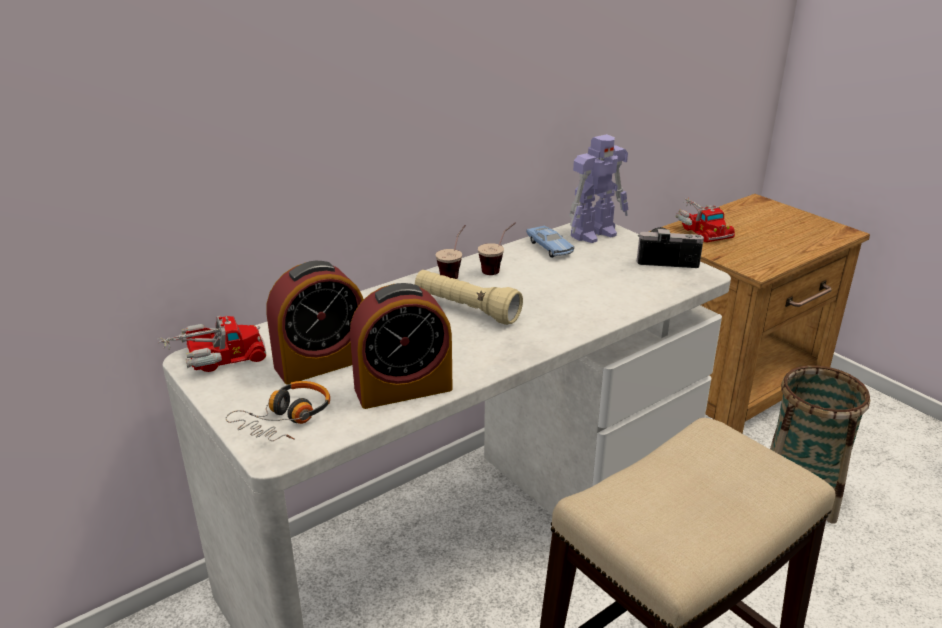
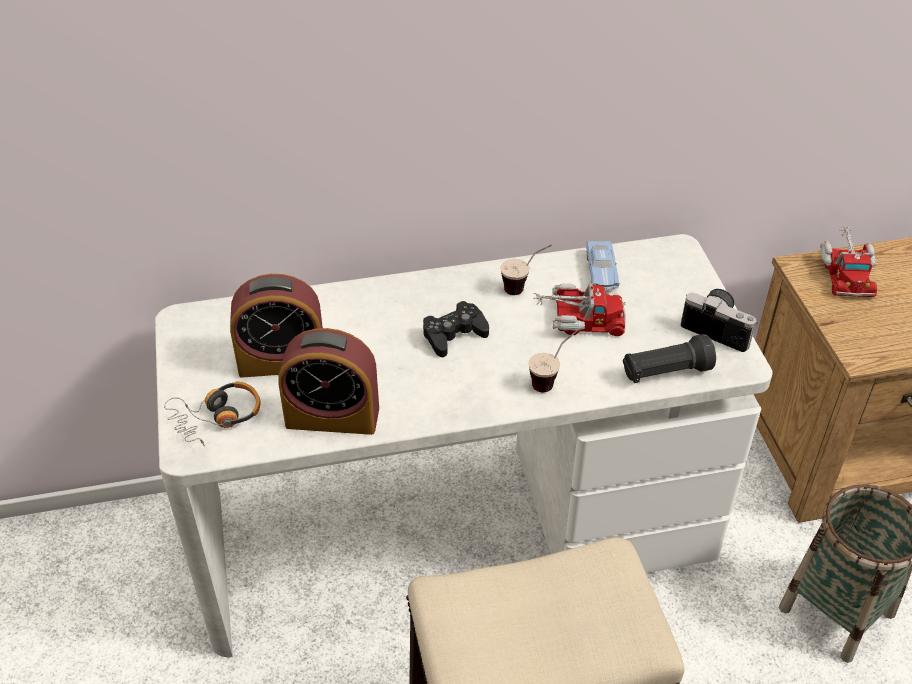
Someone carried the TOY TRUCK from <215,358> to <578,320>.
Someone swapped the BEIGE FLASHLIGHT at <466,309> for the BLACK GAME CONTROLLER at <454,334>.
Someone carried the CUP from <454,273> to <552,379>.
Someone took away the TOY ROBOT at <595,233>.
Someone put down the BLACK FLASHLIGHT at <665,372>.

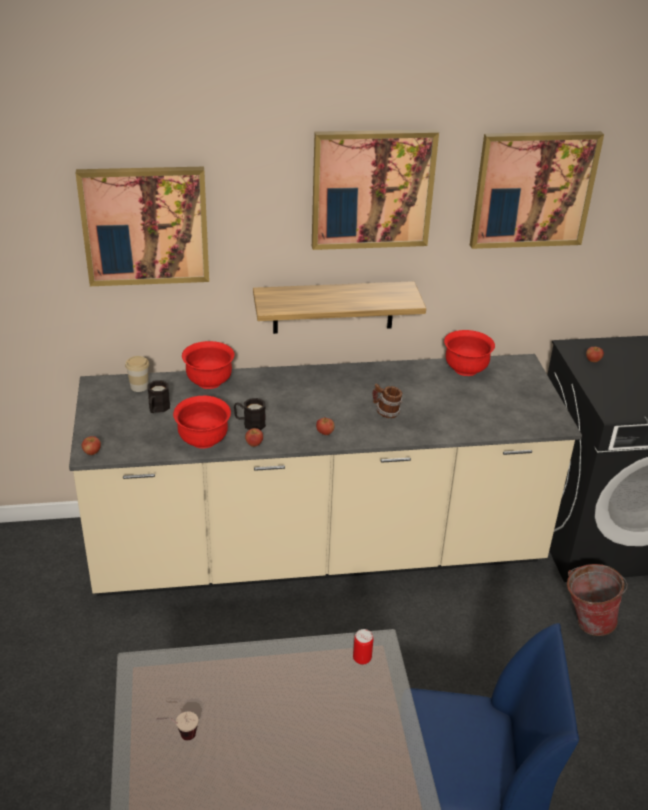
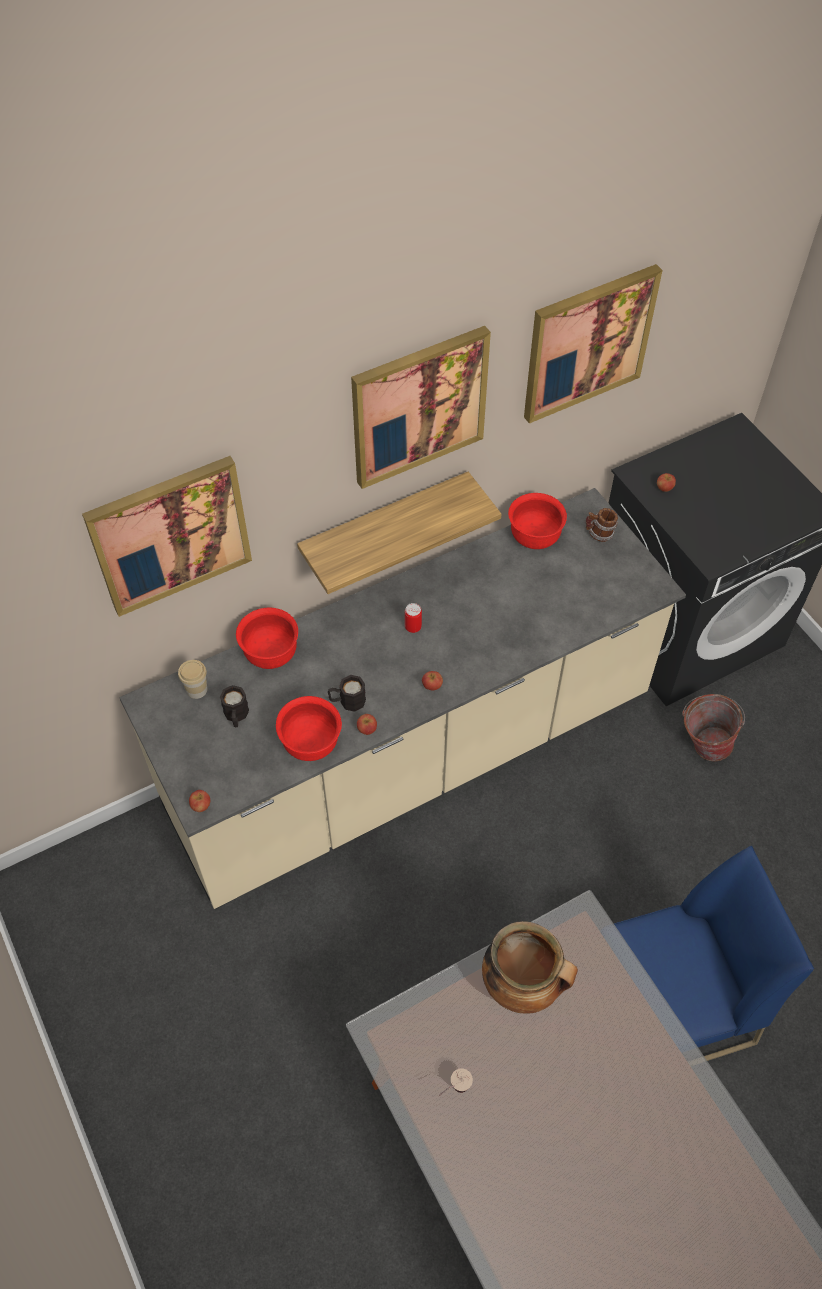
Someone carried the CAN from <362,658> to <413,627>.
Someone carried the MUG from <386,412> to <599,534>.
Someone put down the COOKING POT at <522,985>.

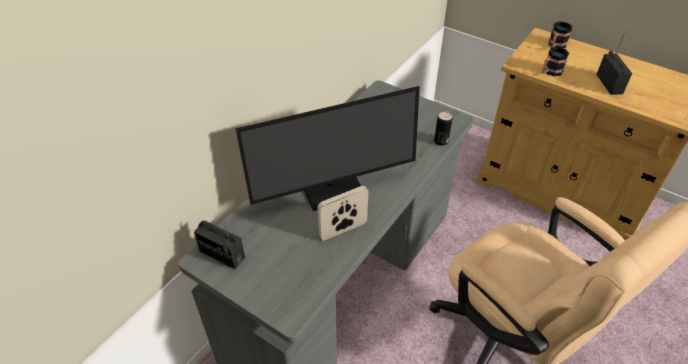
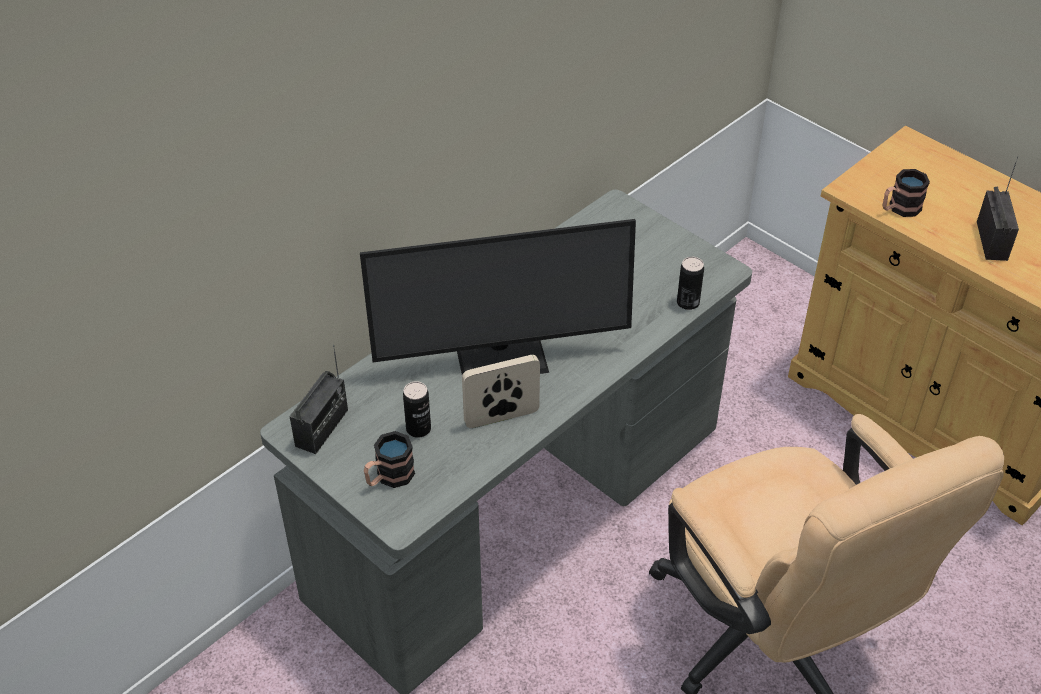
Someone rotated the RADIO at <222,254> by 105 degrees counterclockwise.
Someone carried the MUG from <555,46> to <389,477>.
Someone put down the CAN at <418,429>.

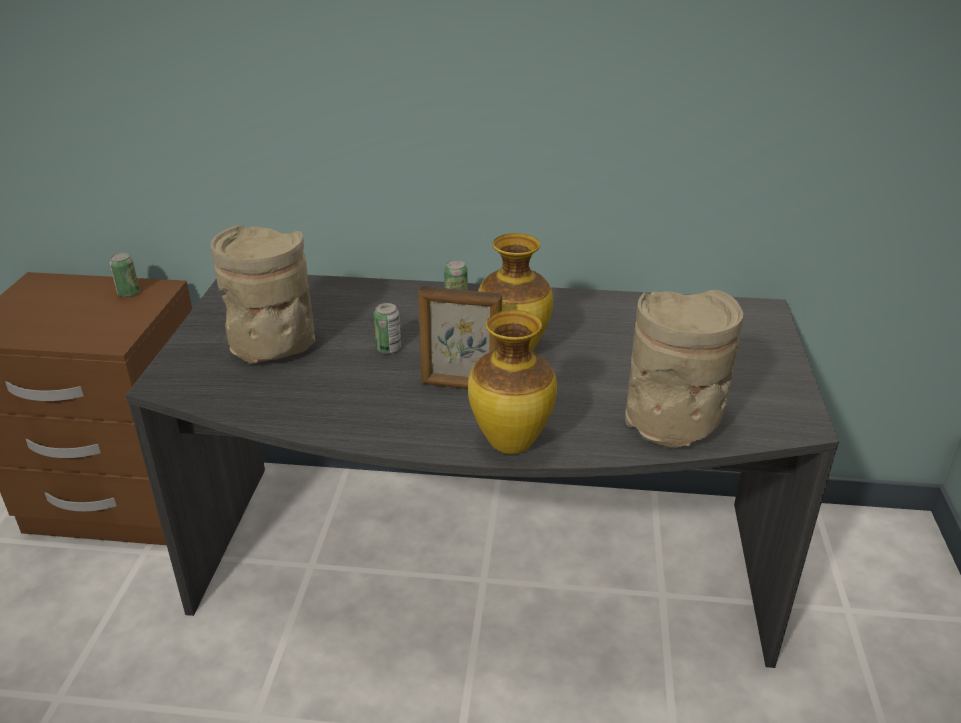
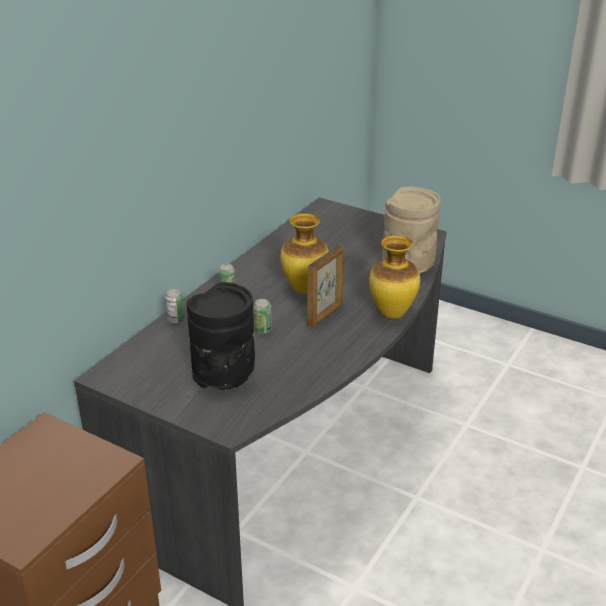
Someone carried the CAN from <128,293> to <176,320>.
Someone repainted the BEIGE VASE at <272,350>, which became the BLACK VASE at <224,375>.

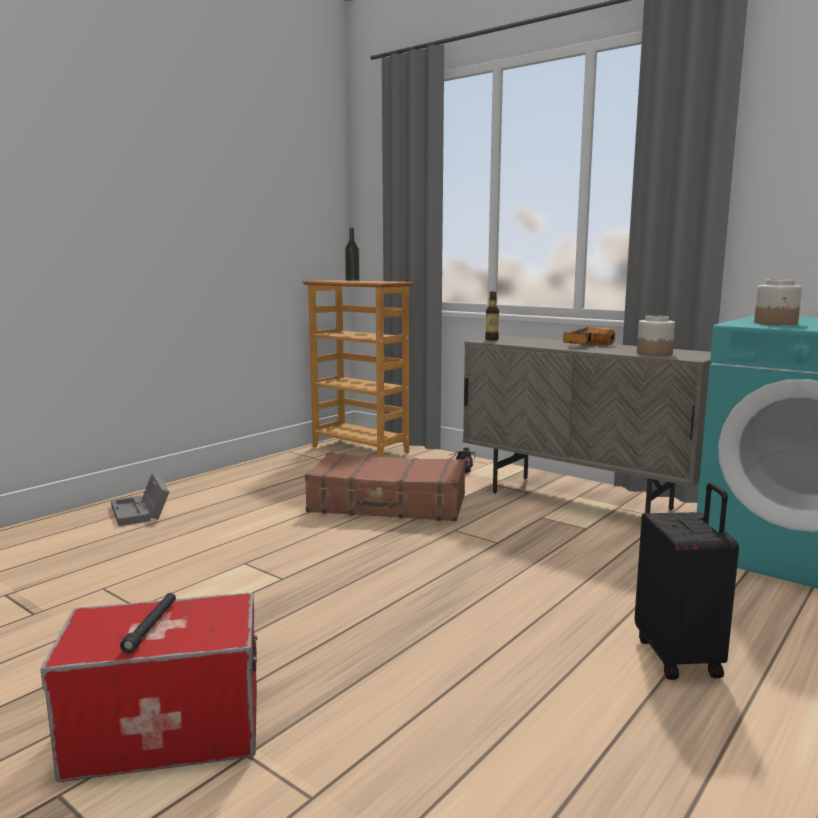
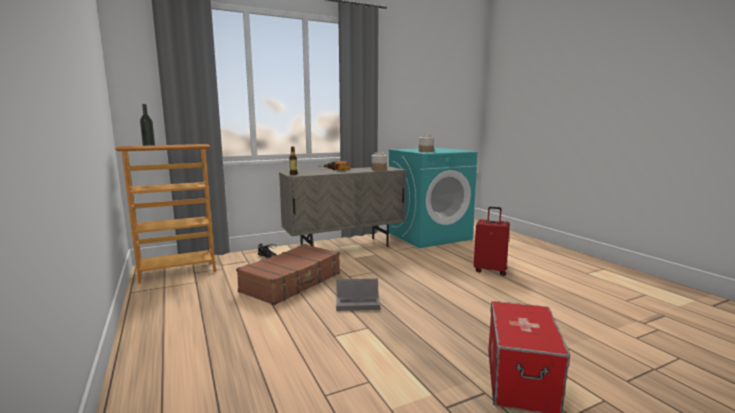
Someone carried the GREY STORAGE BOX from <141,512> to <359,302>.
Someone took away the BLACK FLASHLIGHT at <151,627>.
Someone repainted the BLACK SUITCASE at <680,657>, which became the RED SUITCASE at <490,270>.

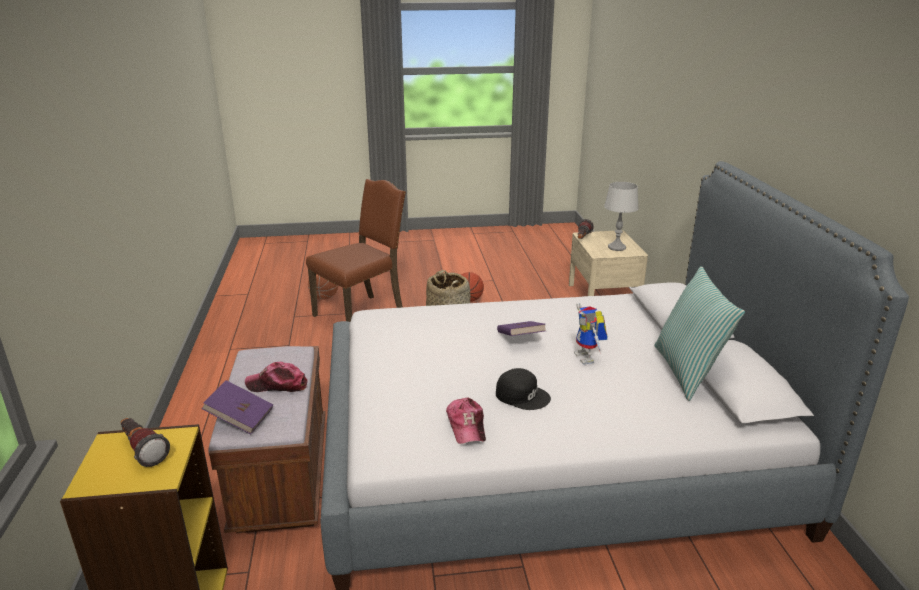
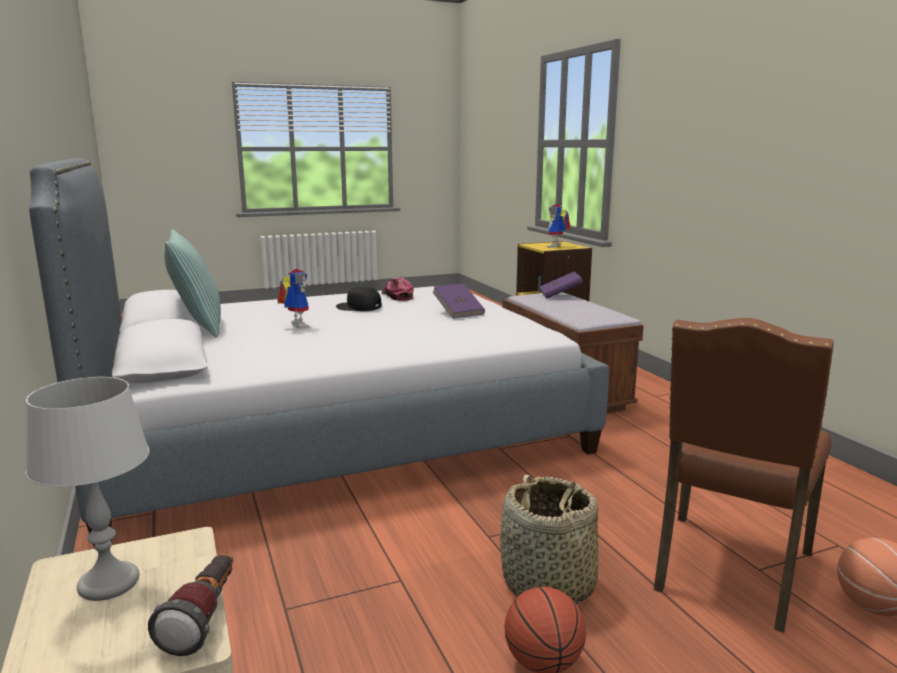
Someone swapped the FLASHLIGHT at <142,450> for the TOY ROBOT at <556,246>.
Someone took away the CAP at <277,385>.
Someone carried the PURPLE BOOK from <520,339> to <458,312>.

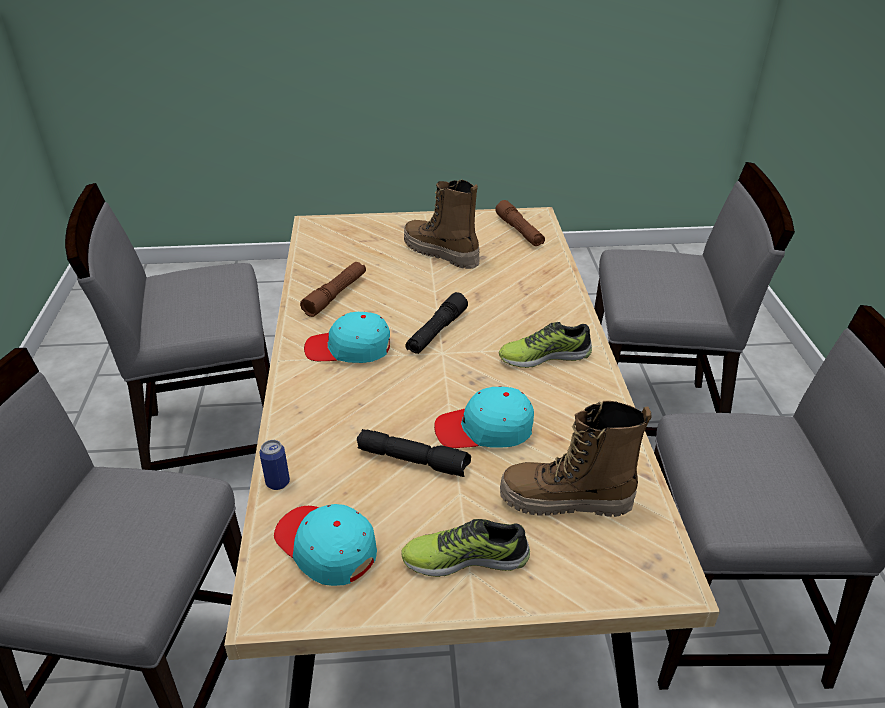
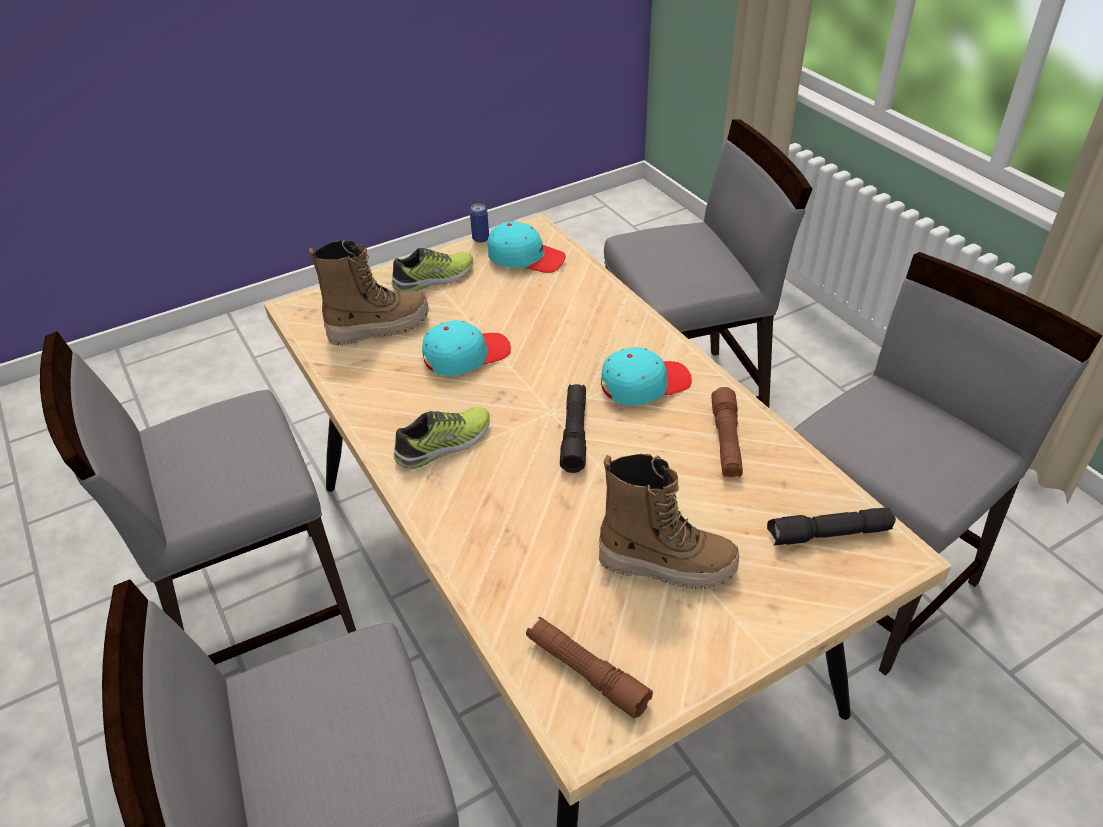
Someone carried the CAN from <277,482> to <480,239>.
Someone carried the BLACK FLASHLIGHT from <414,460> to <828,535>.

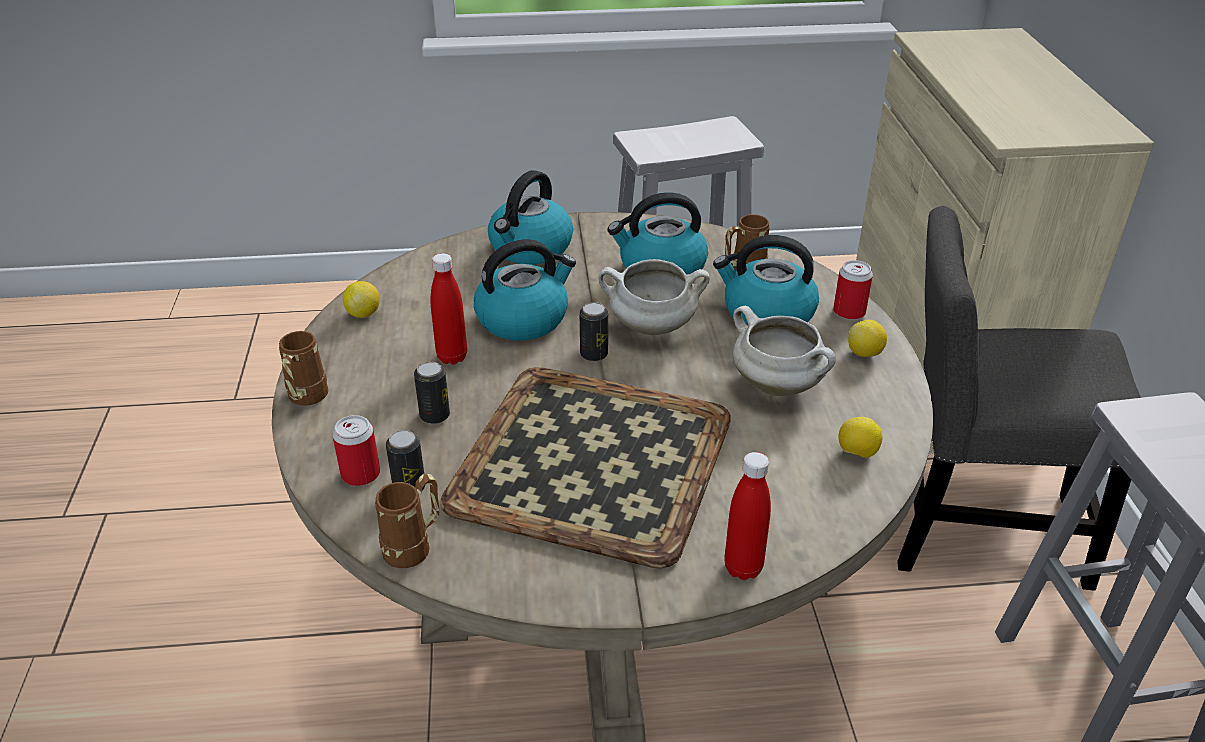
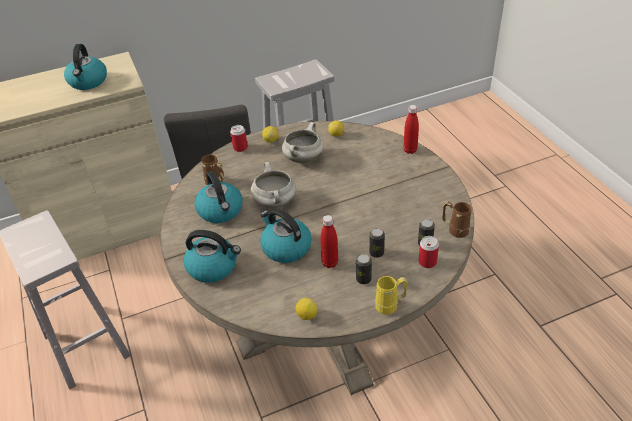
Someone repainted the BROWN MUG at <305,399>, which became the YELLOW MUG at <390,305>.
Someone took away the TRAY at <589,462>.
Someone carried the CAN from <594,354> to <363,279>.
Someone carried the KETTLE from <766,314> to <88,82>.

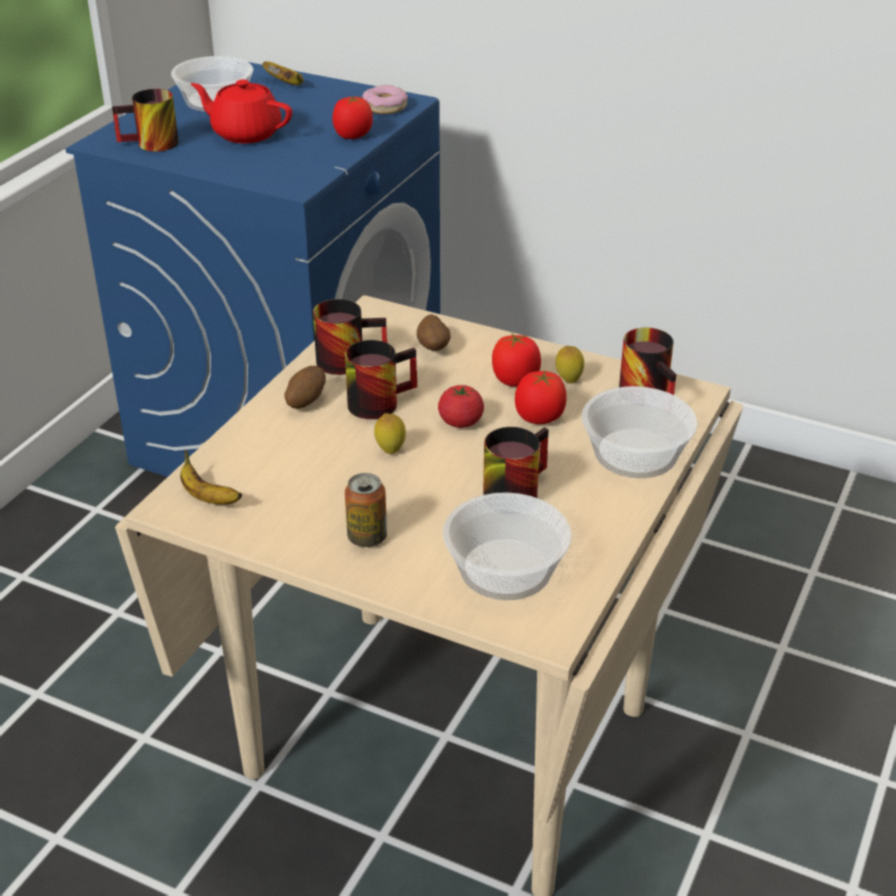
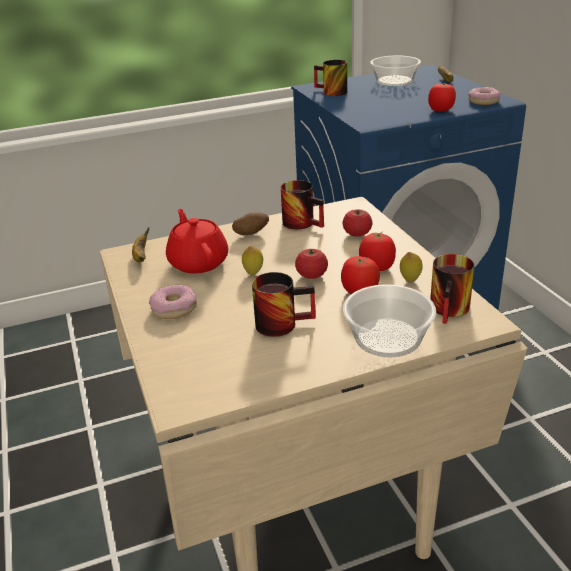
Someone carried the RED TEAPOT from <245,133> to <198,262>.
Someone took away the MUG at <378,400>.
Someone swapped the CAN at <367,537> for the DONUT at <174,308>.
Someone swapped the POTATO at <433,348> for the TOMATO at <357,233>.
Someone took away the BOWL at <504,568>.

